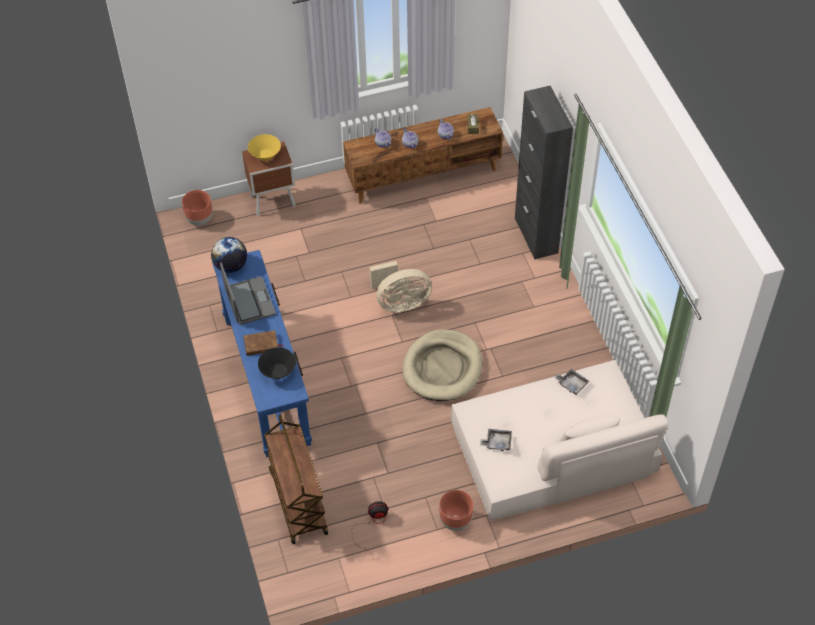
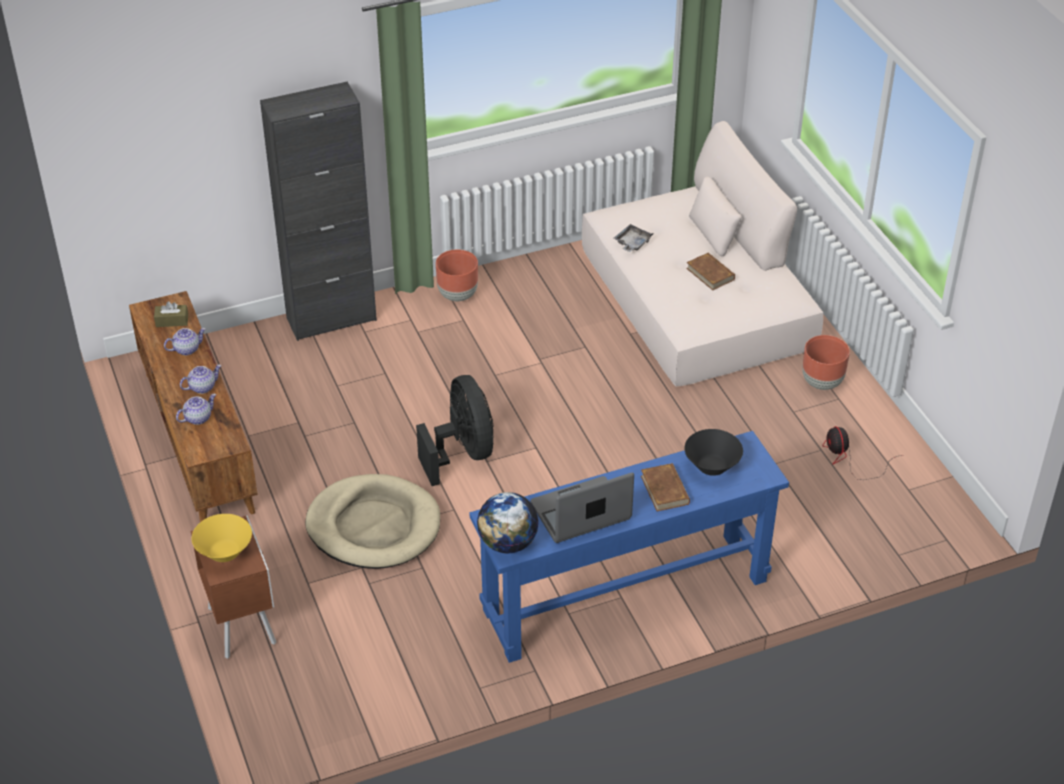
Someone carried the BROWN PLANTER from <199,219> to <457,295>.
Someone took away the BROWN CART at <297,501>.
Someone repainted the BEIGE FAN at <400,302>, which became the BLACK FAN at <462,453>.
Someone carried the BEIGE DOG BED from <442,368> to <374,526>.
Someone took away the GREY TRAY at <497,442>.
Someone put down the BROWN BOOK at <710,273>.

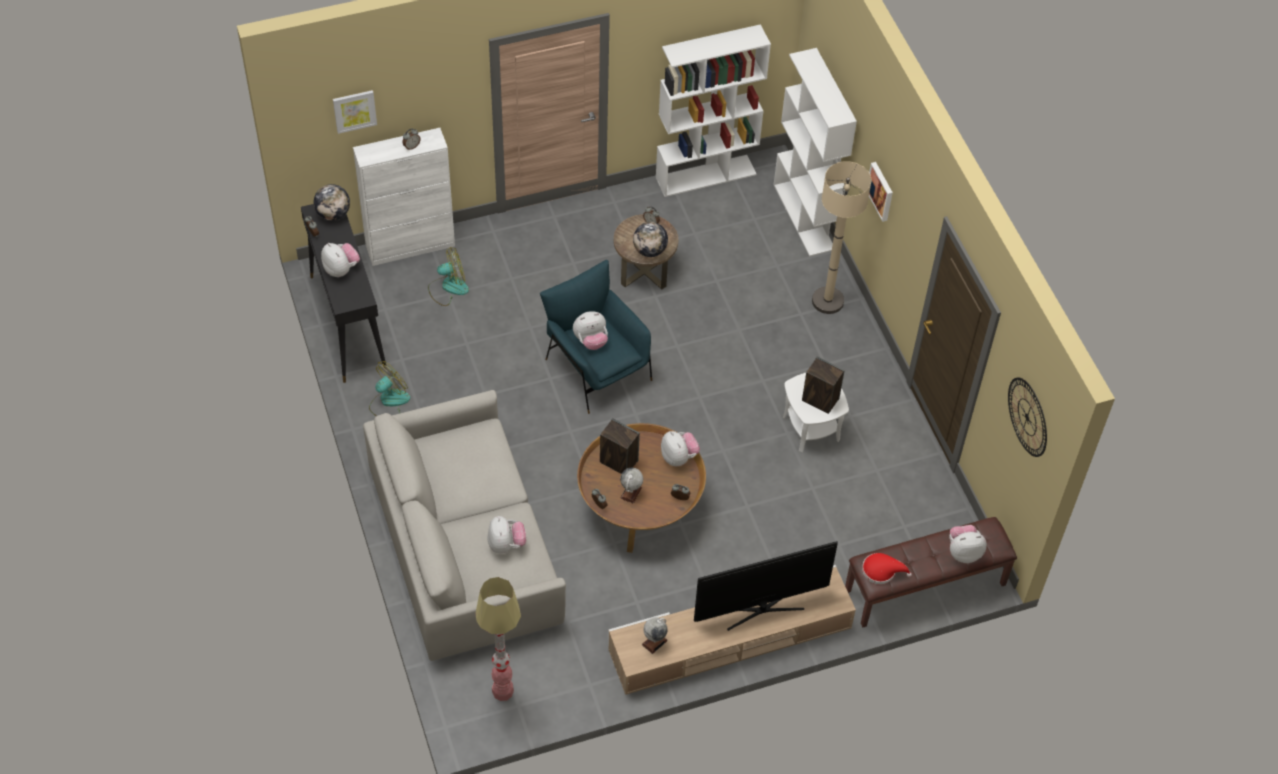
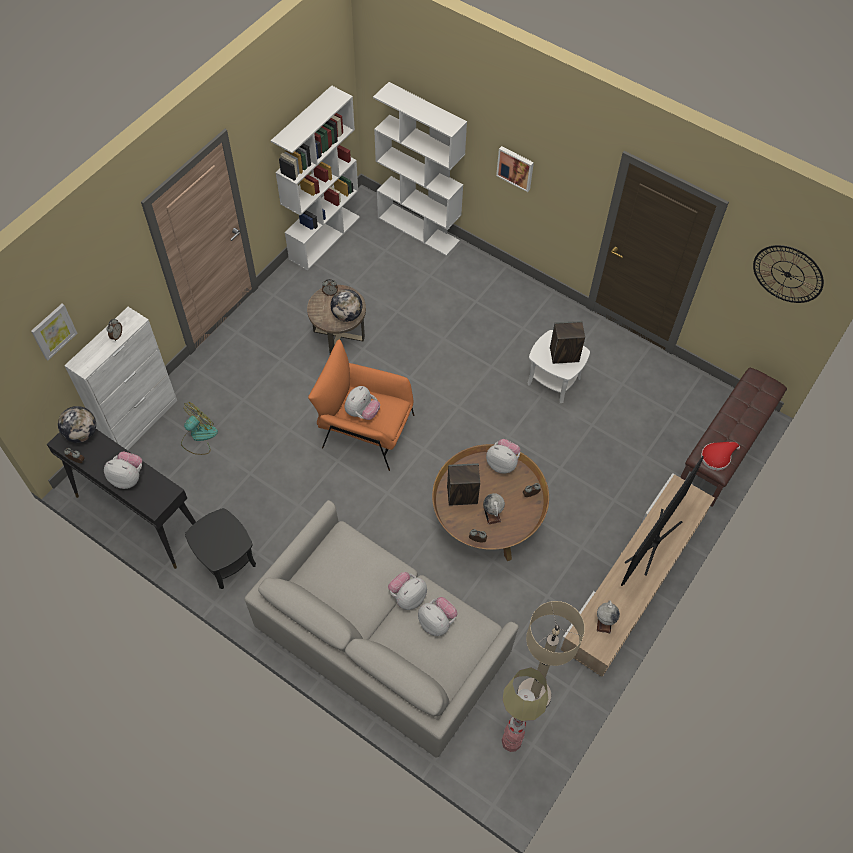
Someone swapped the FAN at <389,402> for the BLACK SIDE TABLE at <226,561>.
Someone repainted the BLUE ARMCHAIR at <596,367>, which became the ORANGE ARMCHAIR at <365,430>.
Someone carried the BEIGE FLOOR LAMP from <827,301> to <534,695>.
Someone carried the PLUSH TOY from <963,552> to <407,596>.

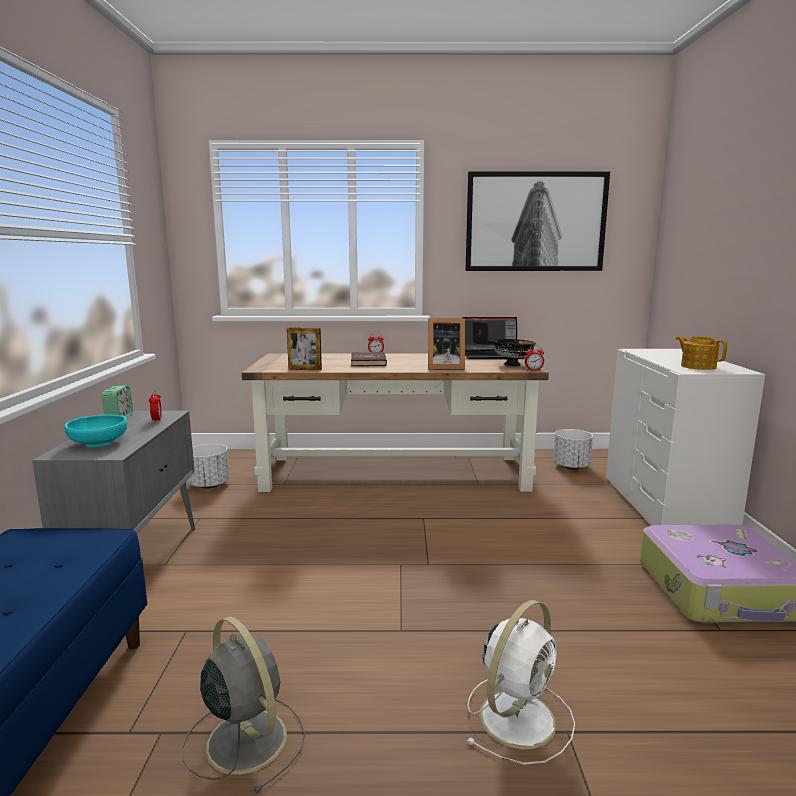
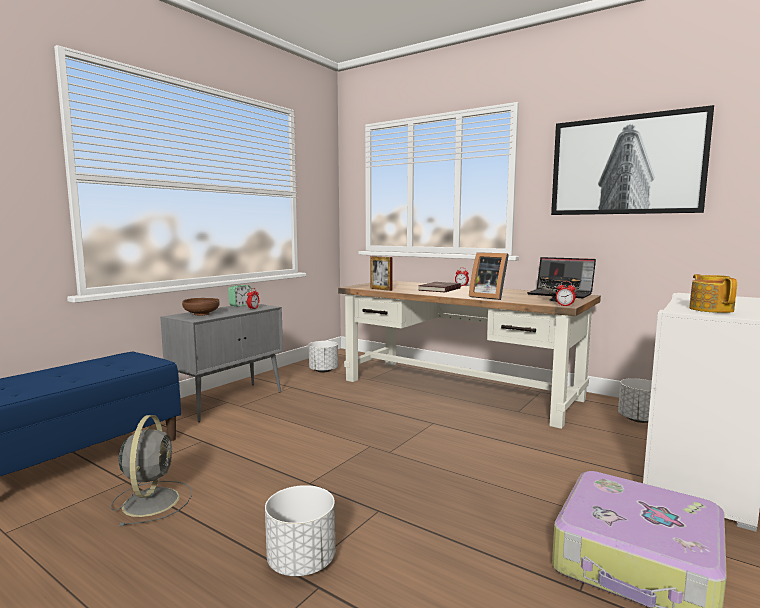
Someone repainted the TURQUOISE BOWL at <99,443>, which became the BROWN BOWL at <201,314>.
Someone swapped the WHITE FAN at <519,716> for the WHITE PLANTER at <302,562>.

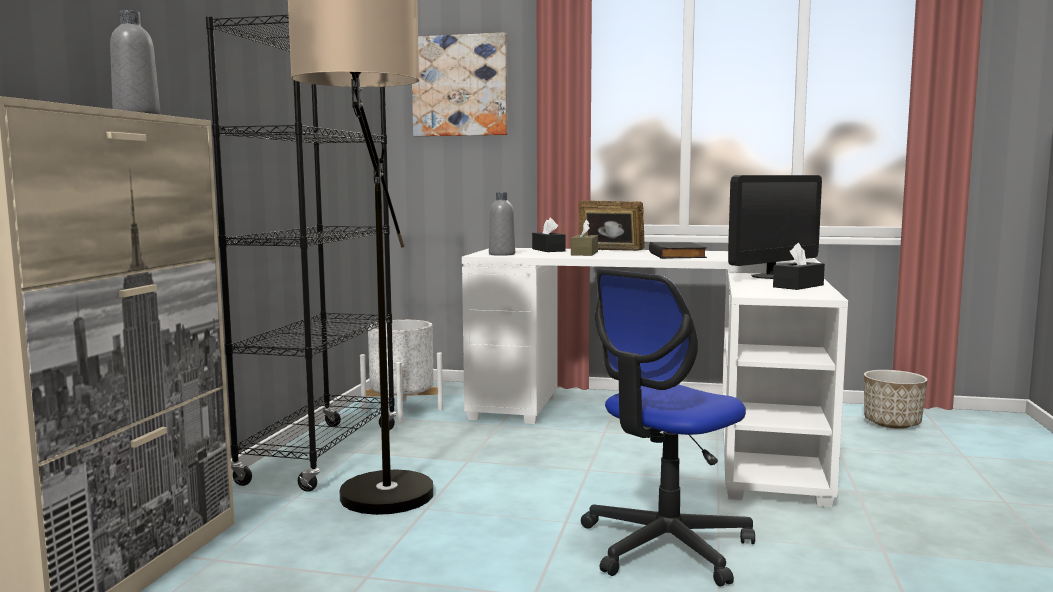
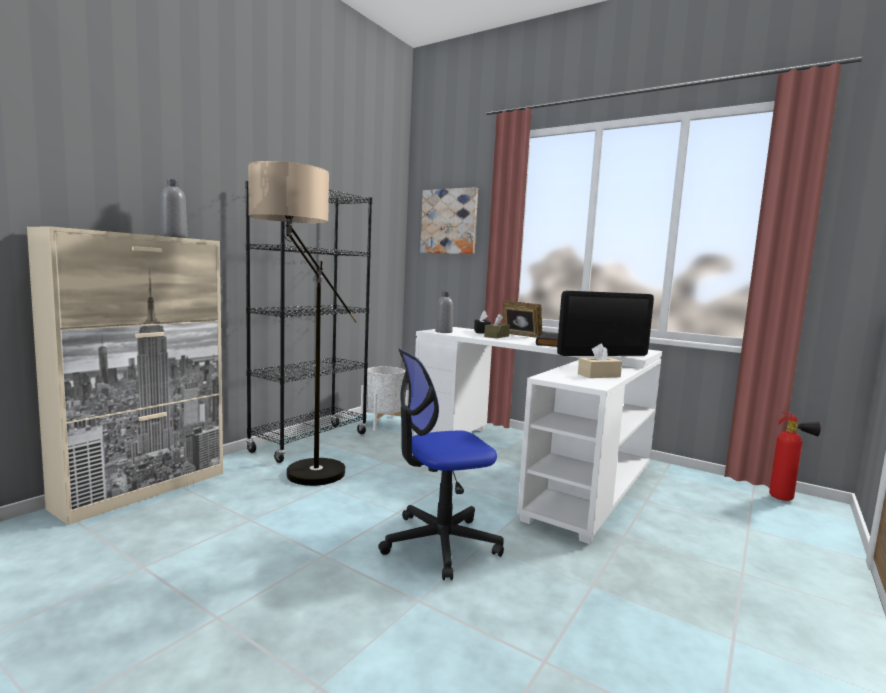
Someone repainted the BLACK TISSUE BOX at <798,286>, which became the BEIGE TISSUE BOX at <599,375>.
Someone took away the PLANTER at <892,423>.
Someone put down the FIRE EXTINGUISHER at <786,499>.

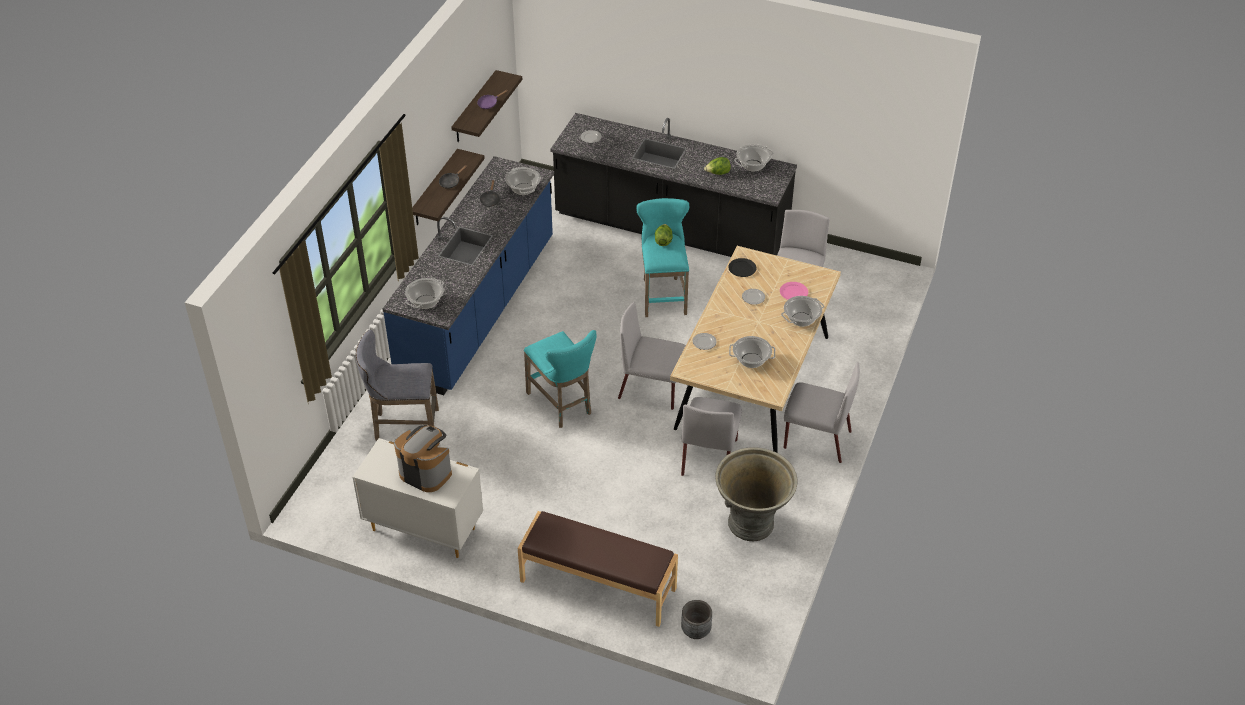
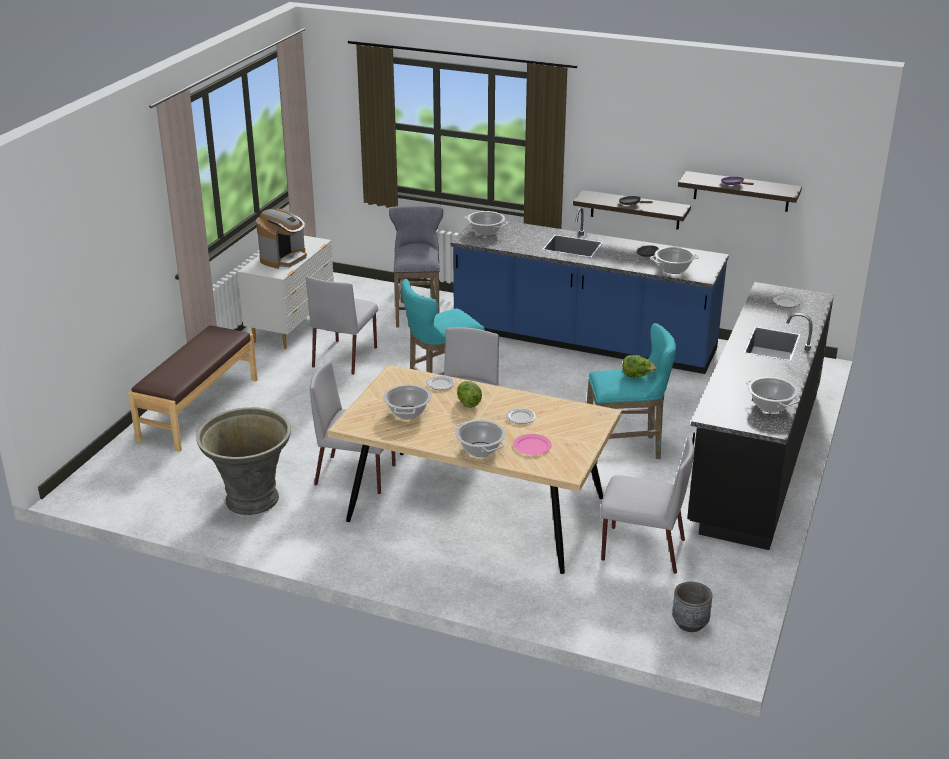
Someone carried the GREY PLANTER from <695,630> to <689,623>.
Someone carried the LETTUCE from <717,173> to <468,402>.
Someone took away the BLACK PLATE at <742,269>.
Someone carried the GREY CHAIR from <816,439> to <345,357>.

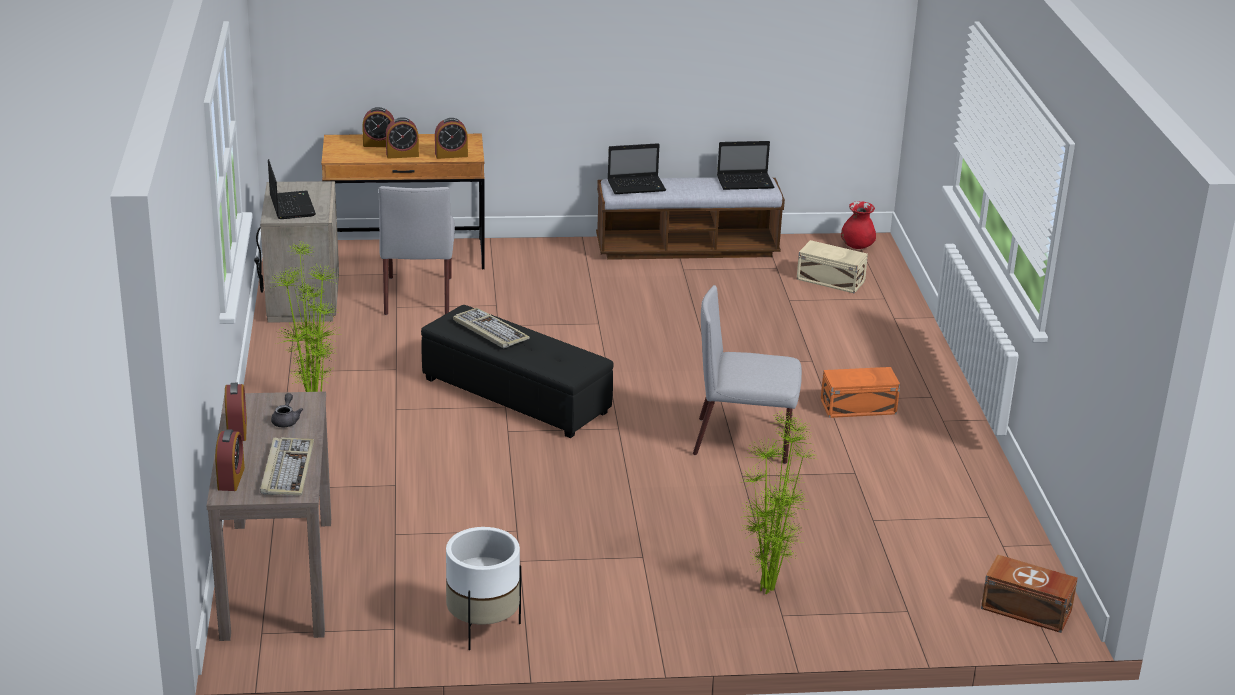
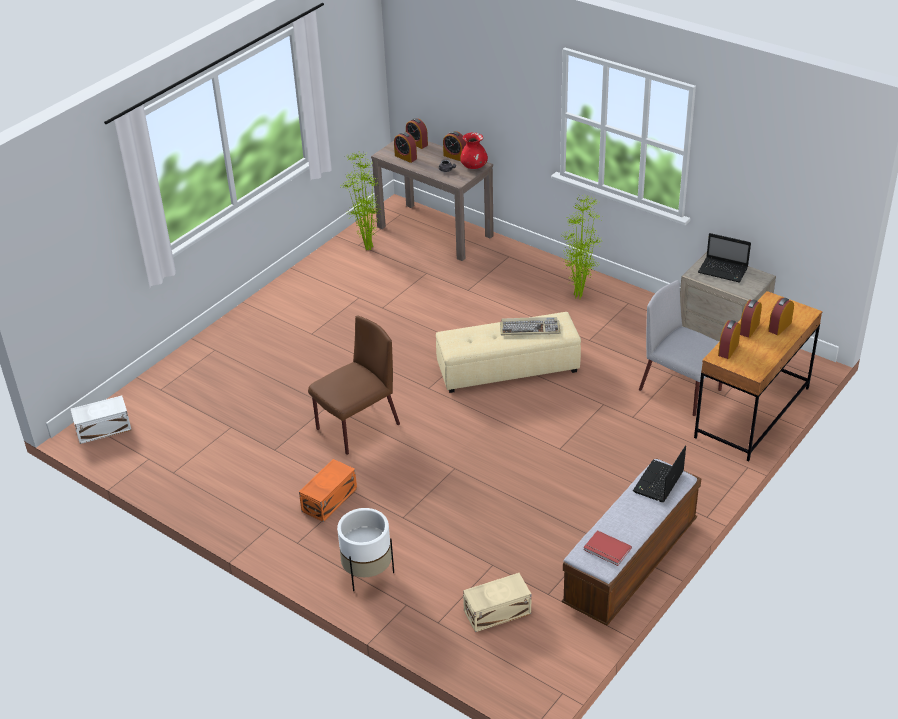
Someone swapped the KEYBOARD at <287,469> for the ALARM CLOCK at <405,157>.
Someone repainted the BLACK OTTOMAN at <515,396>, which became the BEIGE OTTOMAN at <508,368>.
Someone carried the WHITE PLANTER from <483,627> to <367,573>.
Someone repainted the GREY CHAIR at <744,441>, which became the BROWN CHAIR at <357,427>.
Someone swapped the LAPTOP at <746,182> for the RED BOOK at <607,550>.
Someone carried the POTTED PLANT from <770,590> to <367,249>.
Someone carried the RED VASE from <857,246> to <474,166>.
Someone repainted the BROWN STORAGE BOX at <1027,610>, which became the WHITE STORAGE BOX at <102,428>.

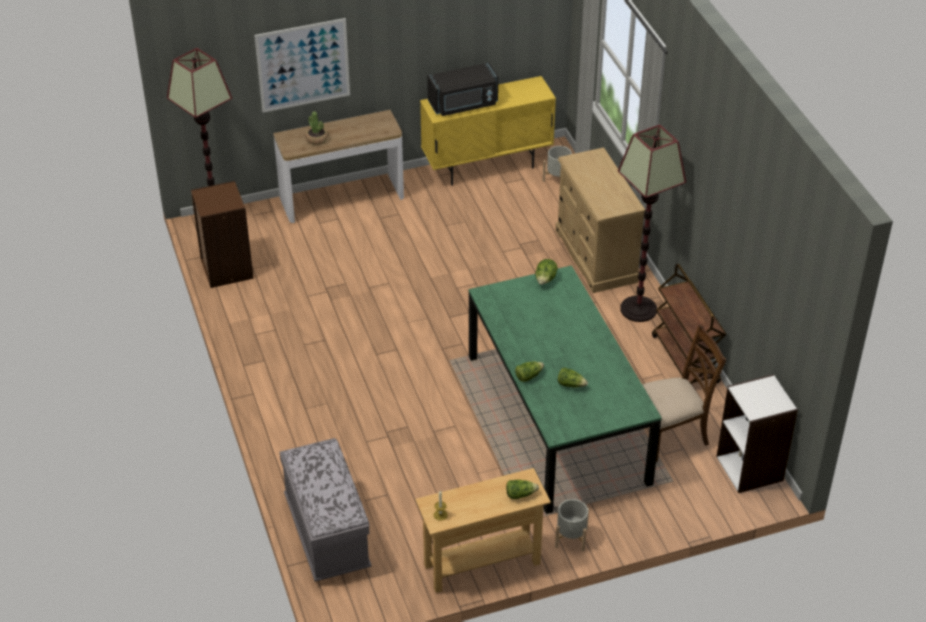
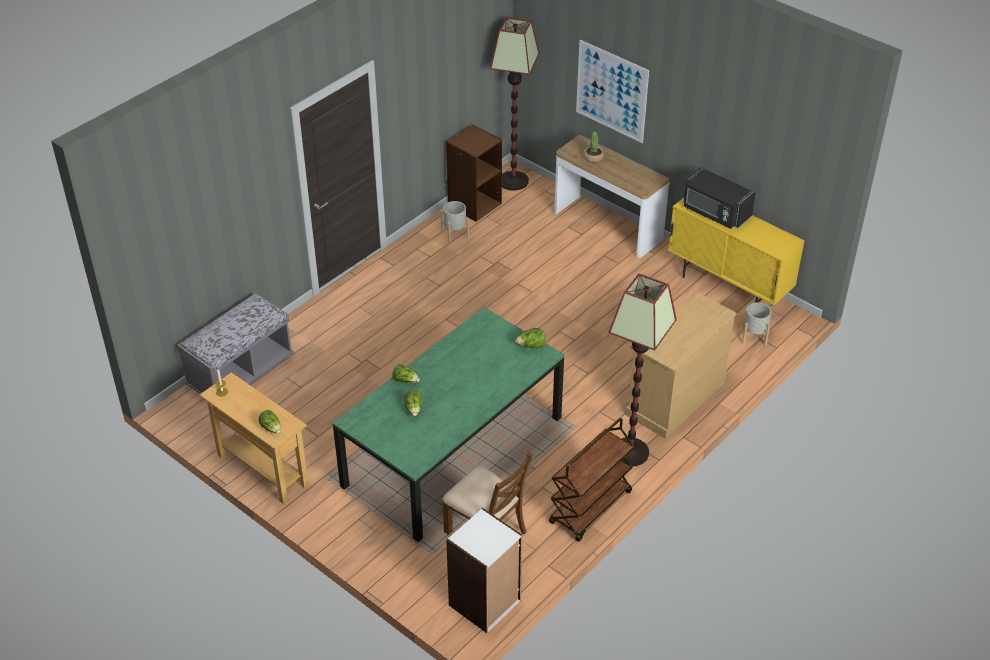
Someone carried the GREY PLANTER from <571,538> to <455,233>.

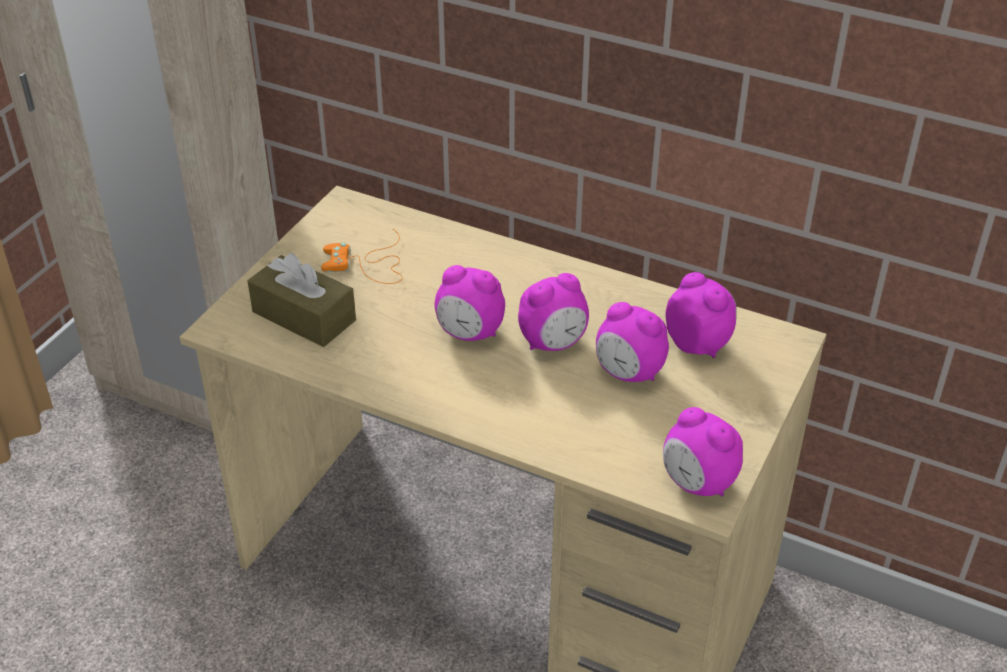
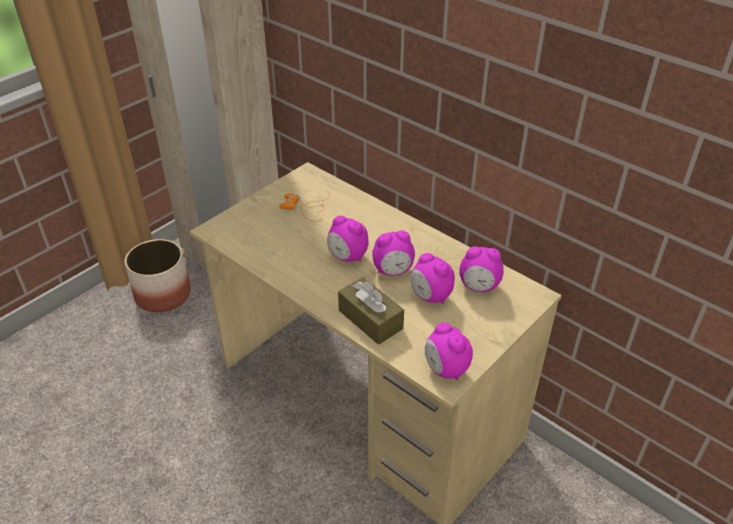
Someone carried the BROWN TISSUE BOX from <304,316> to <370,319>.
Someone rotated the ALARM CLOCK at <698,344> by 120 degrees clockwise.
Someone put down the PLANTER at <163,294>.

